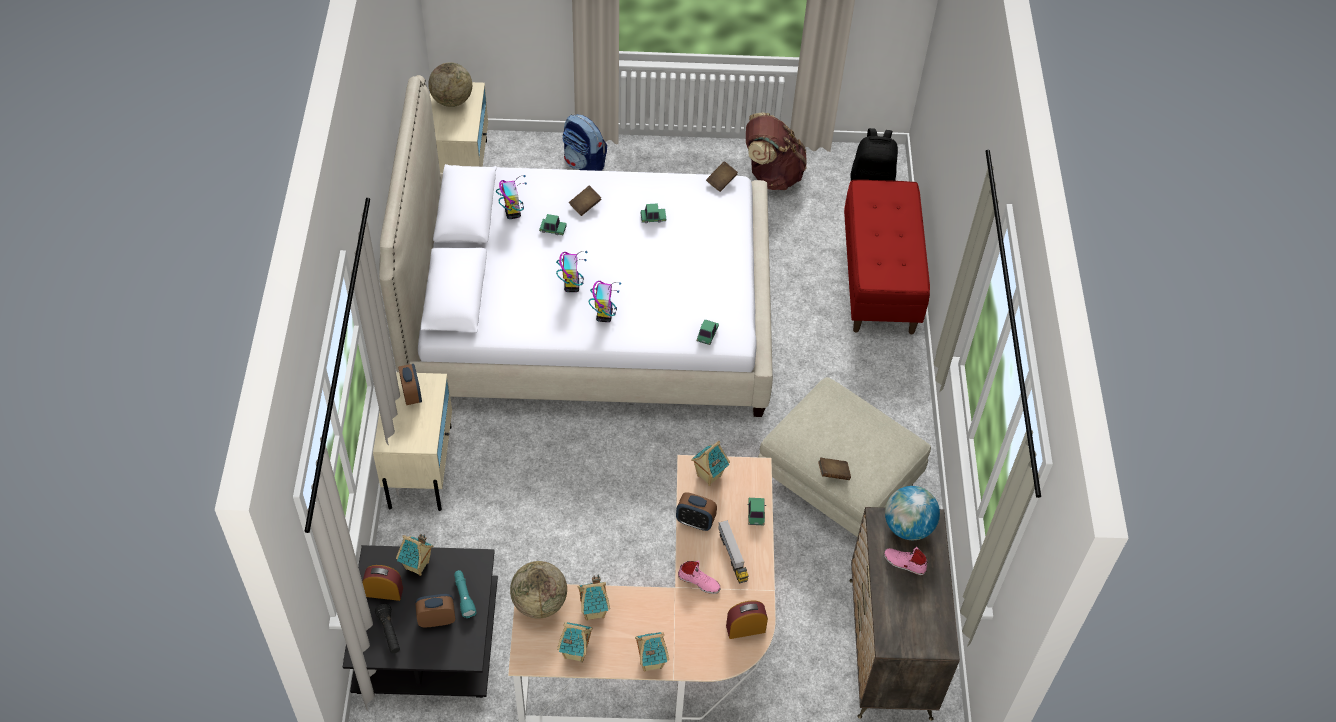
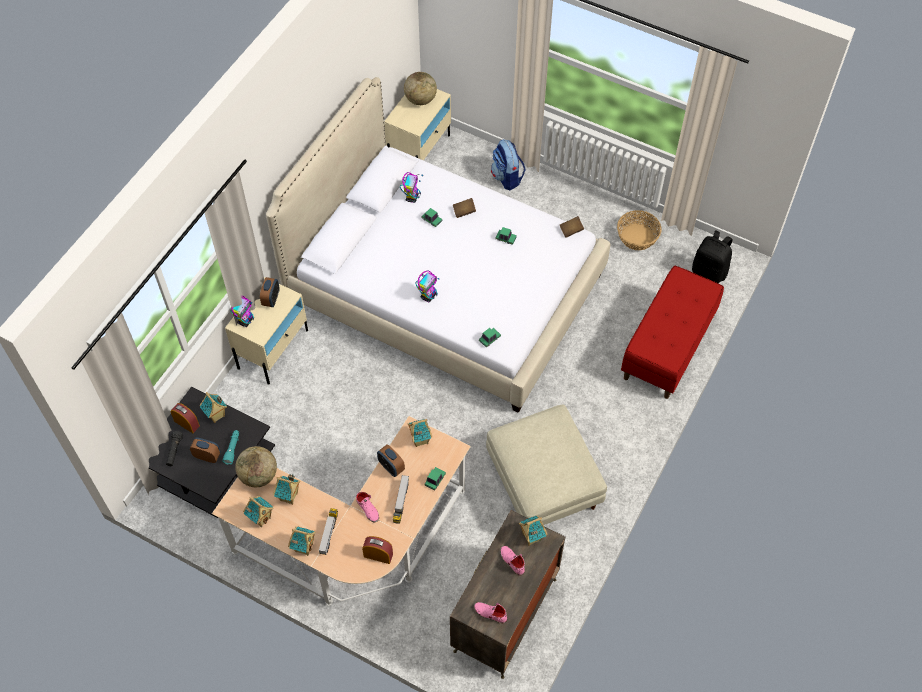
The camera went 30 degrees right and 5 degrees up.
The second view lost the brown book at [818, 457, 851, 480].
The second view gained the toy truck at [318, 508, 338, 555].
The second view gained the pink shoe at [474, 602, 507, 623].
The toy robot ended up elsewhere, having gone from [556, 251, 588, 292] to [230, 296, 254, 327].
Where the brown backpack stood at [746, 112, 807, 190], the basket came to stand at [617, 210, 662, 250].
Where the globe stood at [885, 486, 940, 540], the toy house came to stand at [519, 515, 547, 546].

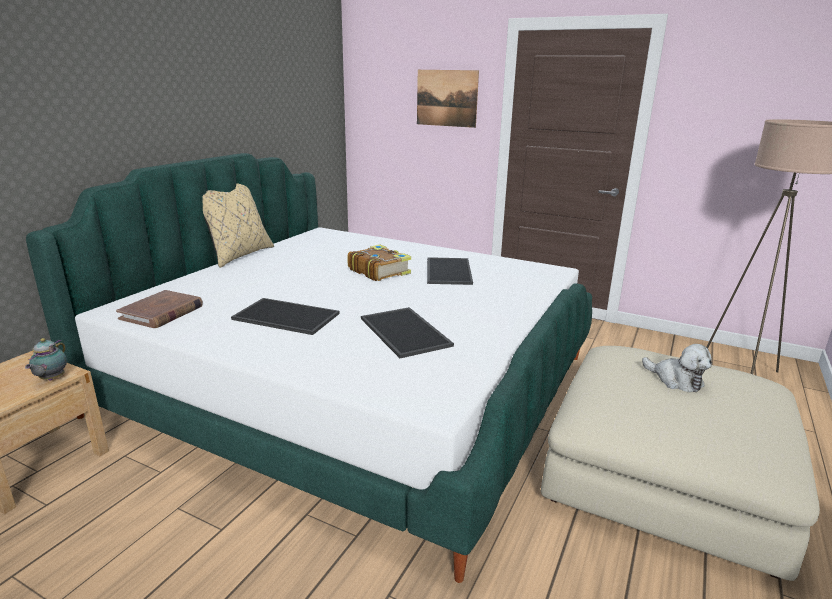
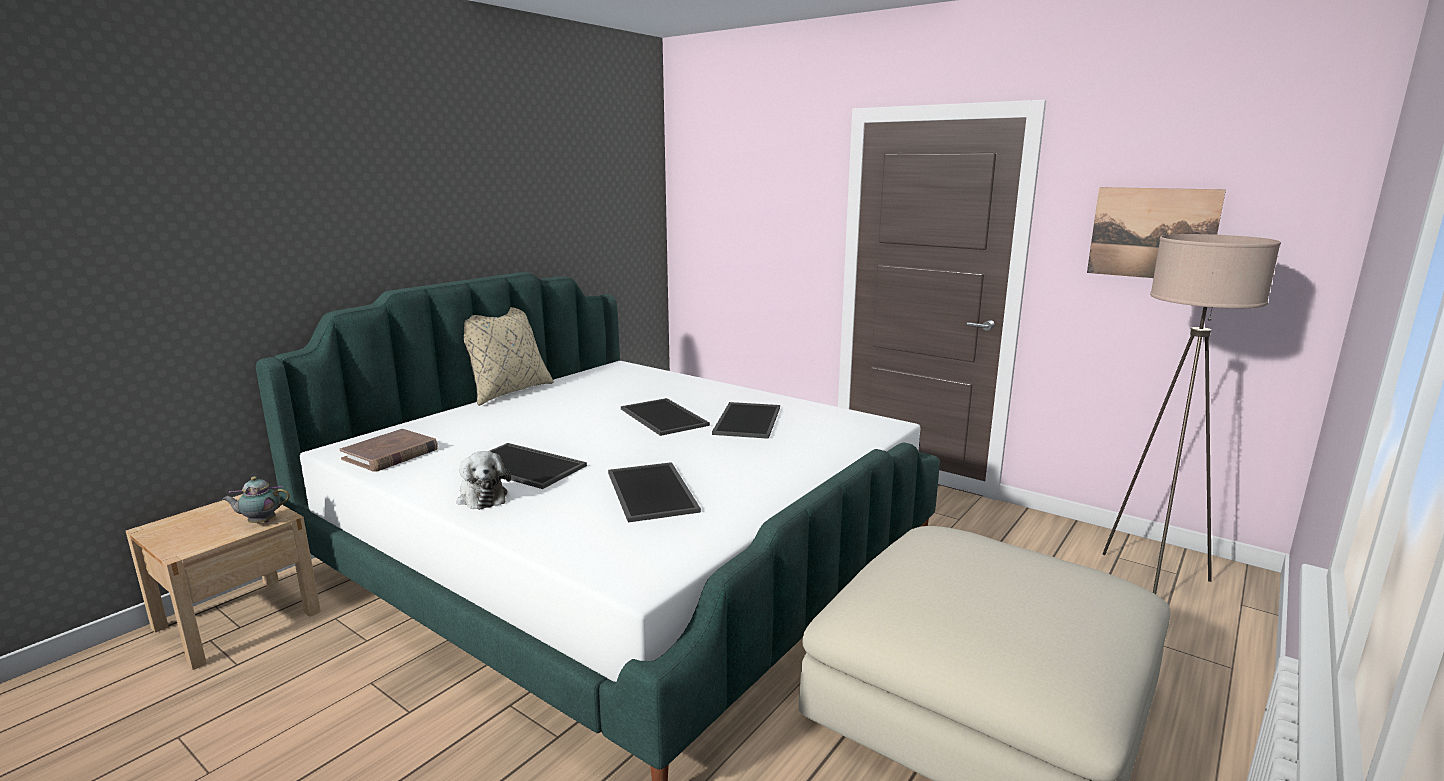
The camera went 10 degrees right and 5 degrees down.
The picture ended up elsewhere, having gone from [417, 70, 479, 128] to [1087, 187, 1226, 278].
The plush toy ended up elsewhere, having gone from [642, 344, 712, 392] to [456, 451, 511, 510].
Where the book stood at [347, 244, 411, 281], the tray came to stand at [621, 398, 710, 436].
The teapot at [25, 338, 67, 381] ended up facing another way, 60 degrees clockwise from before.

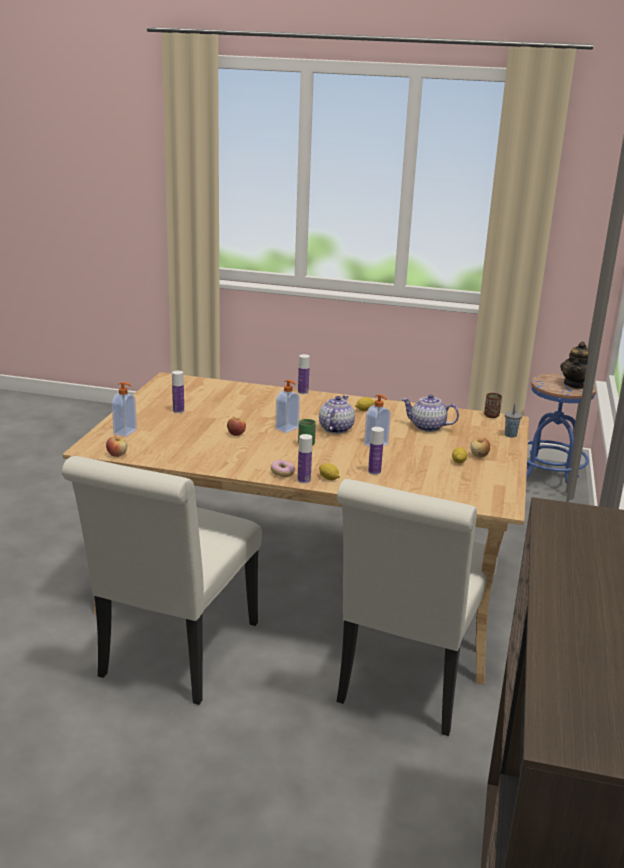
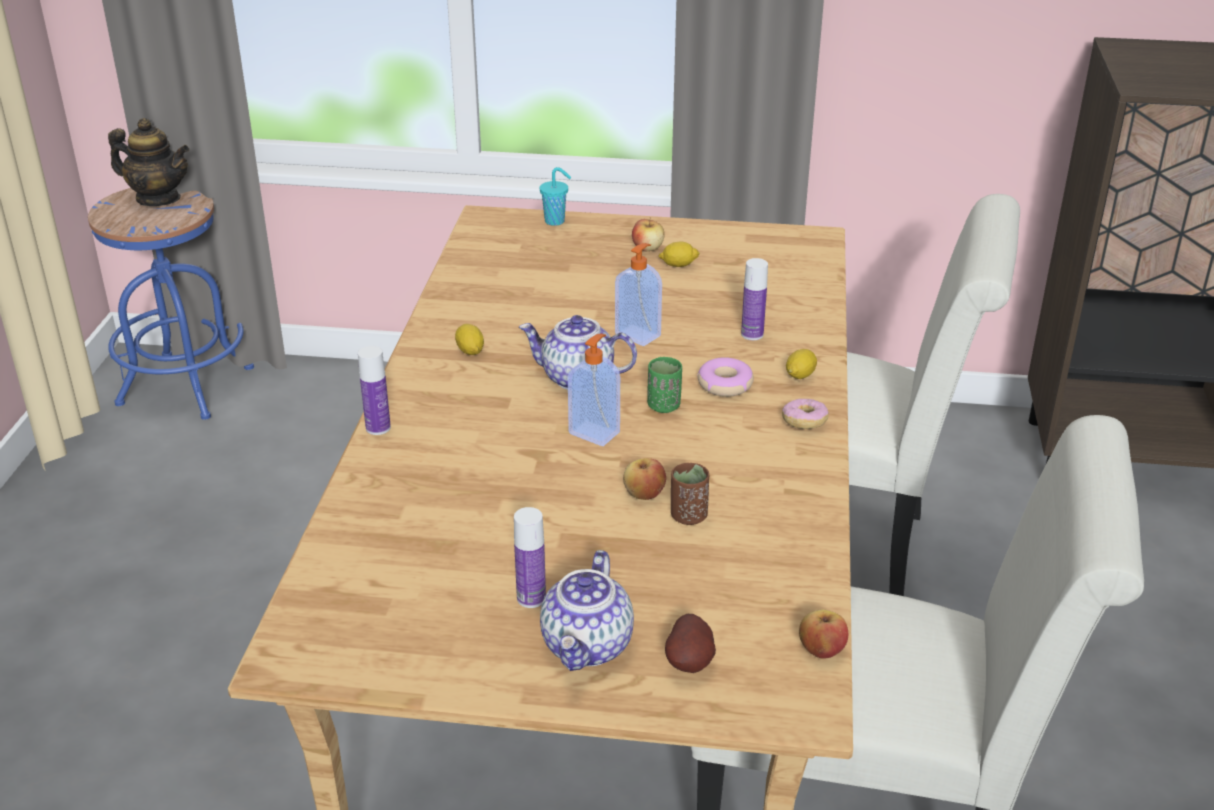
The camera went 95 degrees left and 10 degrees up.
The second view lost the bottle at [298, 434, 312, 484].
The second view gained the donut at [697, 357, 754, 397].
The teapot ended up elsewhere, having gone from [401, 394, 459, 432] to [540, 550, 634, 671].
The brown cup ended up elsewhere, having gone from [484, 393, 502, 418] to [671, 463, 709, 525].
Where the soap dispenser stood at [112, 382, 137, 437], the potato came to stand at [665, 614, 716, 673].
What was the grey cup at [505, 403, 522, 438] turned into the turquoise cup at [540, 167, 571, 226].

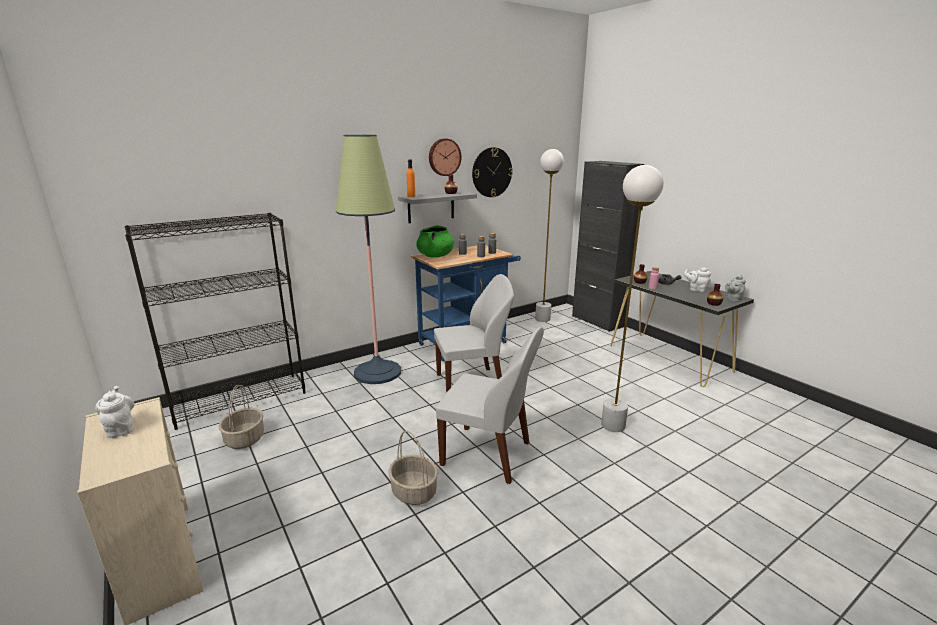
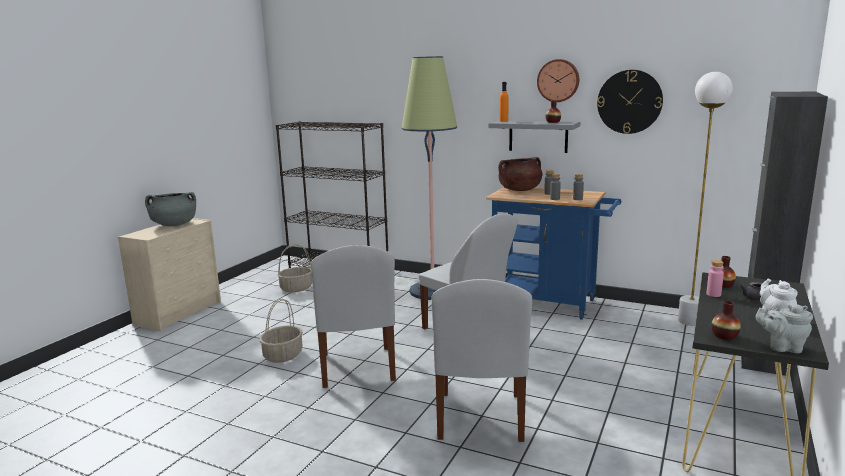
The camera went 60 degrees right and 5 degrees down.
Where the white teapot stood at [95, 386, 135, 438], the grey cooking pot came to stand at [145, 192, 196, 226].
Where the white floor lamp stood at [601, 165, 664, 432], the white chair came to stand at [431, 279, 532, 442].
What was the green cooking pot at [416, 225, 454, 257] turned into the brown cooking pot at [498, 157, 542, 191].

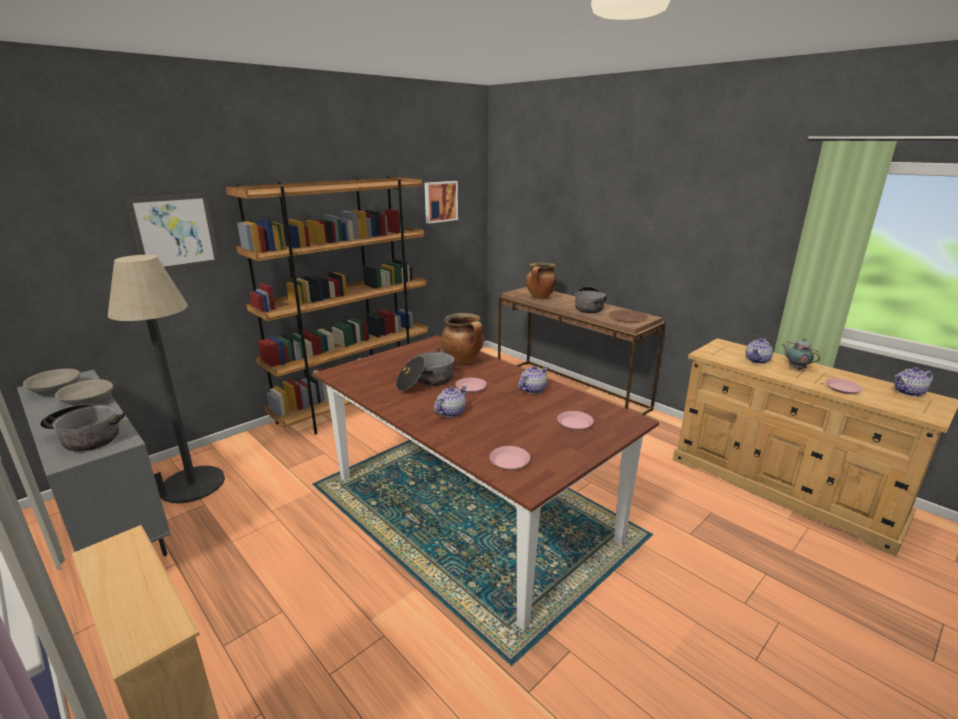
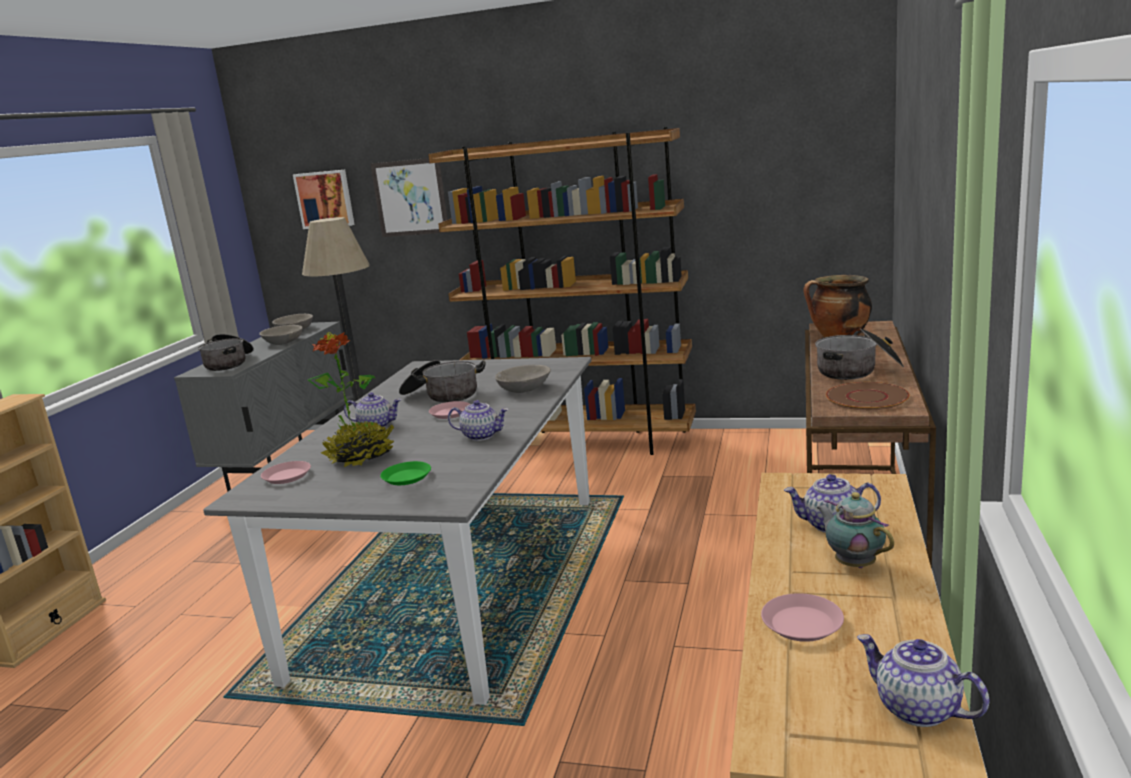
The camera went 60 degrees right and 5 degrees down.
The second view gained the potted plant at [308, 332, 394, 467].
The picture ended up elsewhere, having gone from [424, 181, 458, 224] to [293, 170, 355, 229].
Where the cooking pot stood at [441, 313, 484, 364], the grey bowl came to stand at [495, 365, 551, 393].
What was the brown dining table at [314, 335, 659, 631] turned into the grey dining table at [203, 357, 592, 705].
What was the pink plate at [557, 411, 594, 430] turned into the green plate at [380, 461, 431, 485].
The teapot at [782, 338, 820, 370] ended up facing another way, 60 degrees counterclockwise from before.

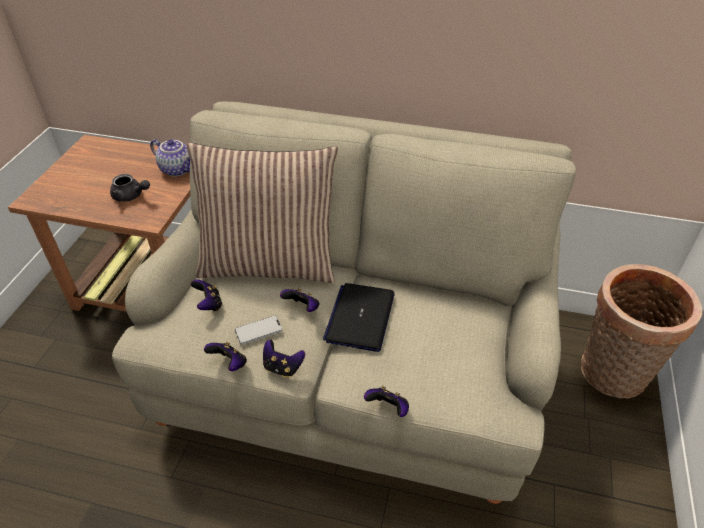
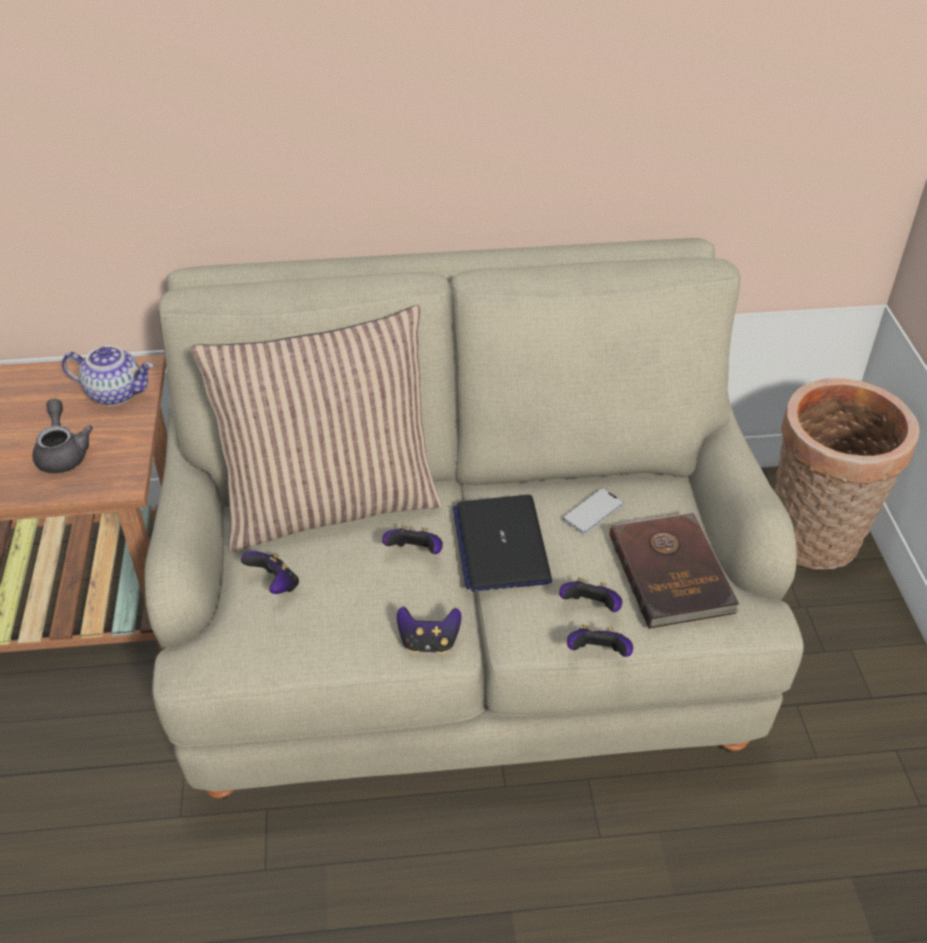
The camera went 20 degrees left and 0 degrees up.
The second view gained the brown book at [610, 512, 740, 629].
The game controller ended up elsewhere, having gone from [204, 342, 247, 371] to [559, 578, 622, 612].
The phone ended up elsewhere, having gone from [235, 315, 282, 345] to [563, 488, 624, 534].
The grey teapot at [110, 174, 150, 202] ended up facing another way, 105 degrees counterclockwise from before.

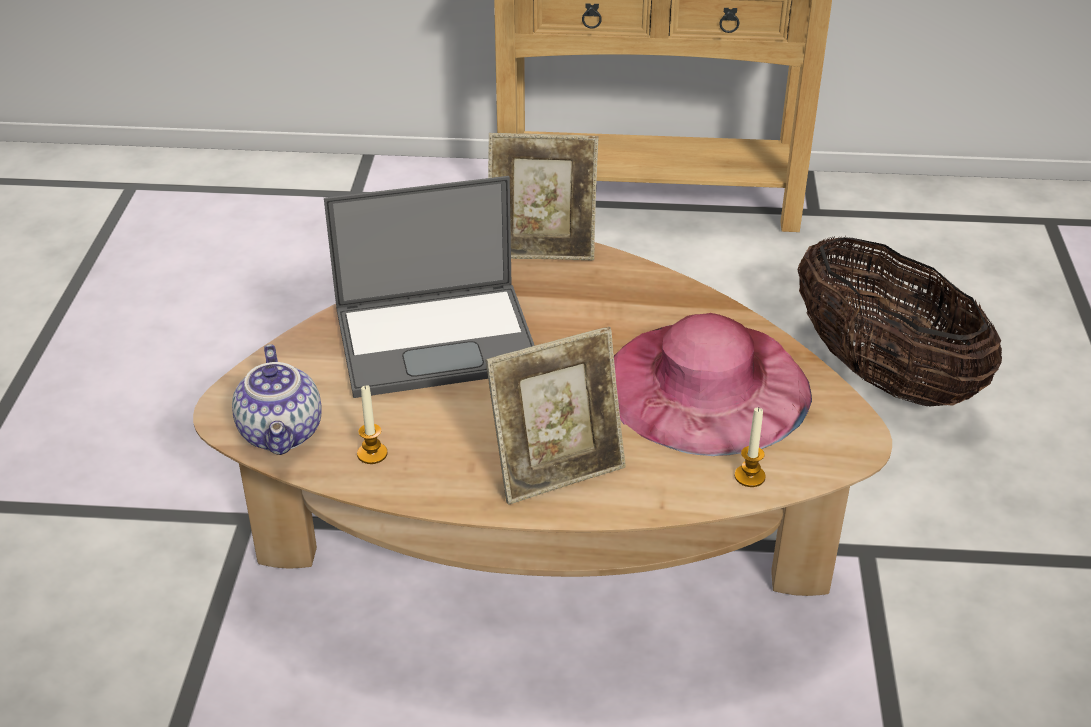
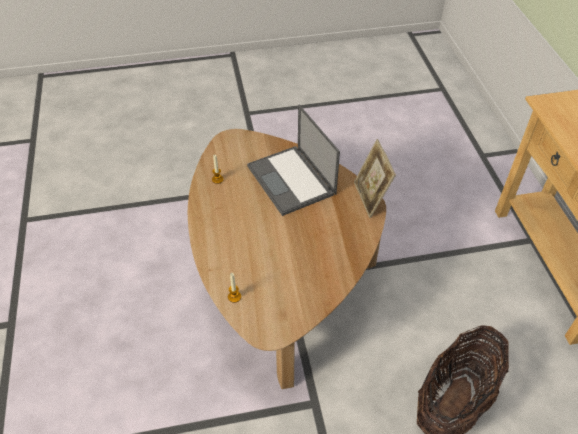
The camera went 75 degrees right and 10 degrees up.
The second view lost the teapot at [232, 344, 322, 455].
The second view lost the picture frame at [486, 326, 626, 505].
The second view lost the pink hat at [614, 313, 812, 456].

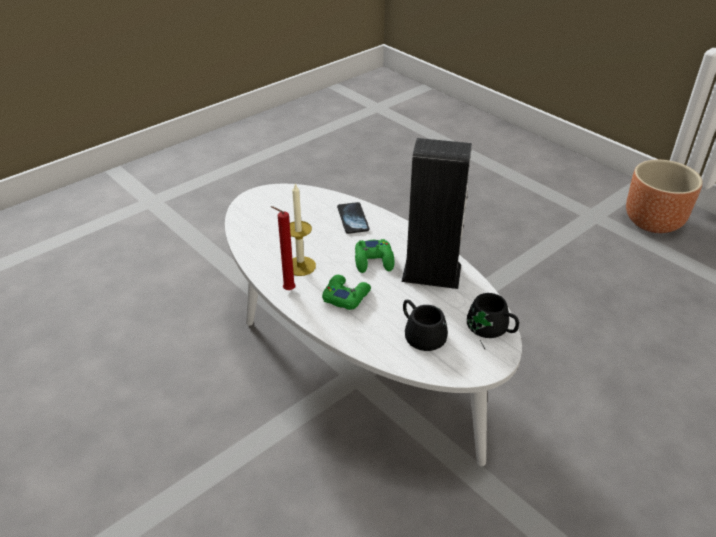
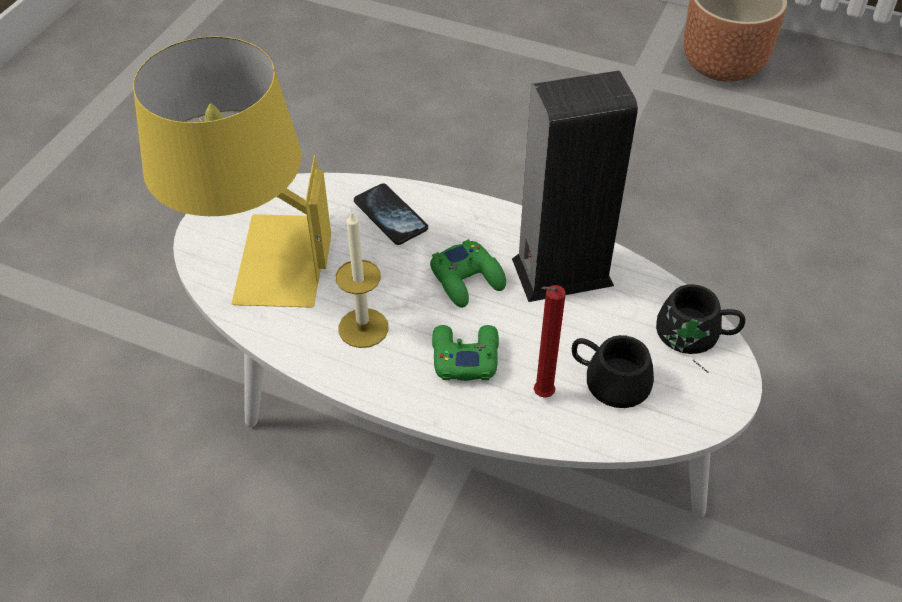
The camera went 25 degrees left and 10 degrees up.
The second view gained the yellow table lamp at [133, 37, 331, 308].
The red candle ended up elsewhere, having gone from [271, 206, 296, 290] to [534, 285, 566, 398].

